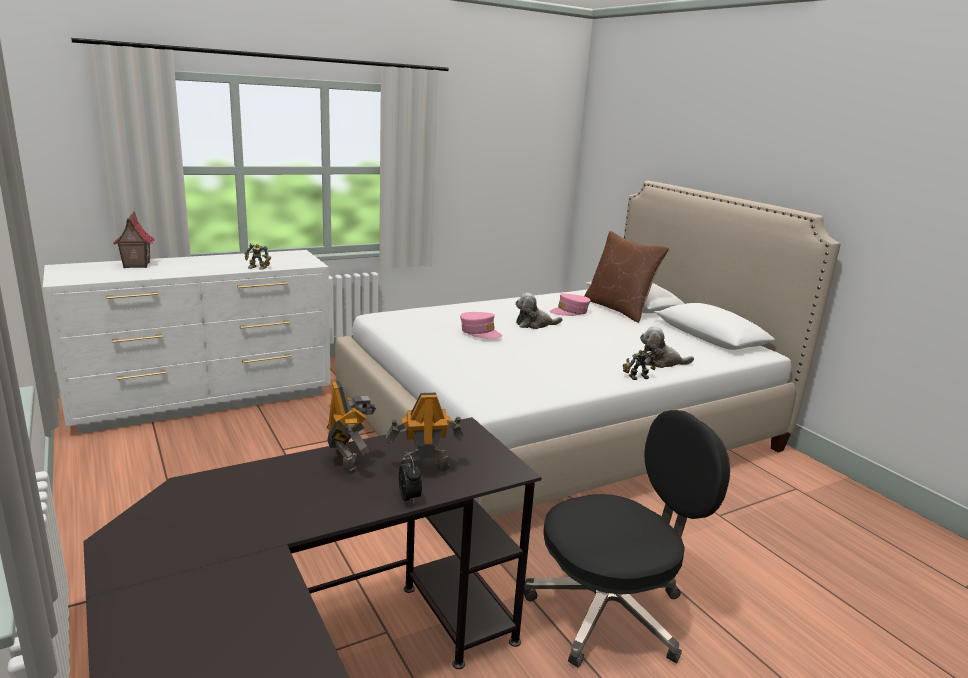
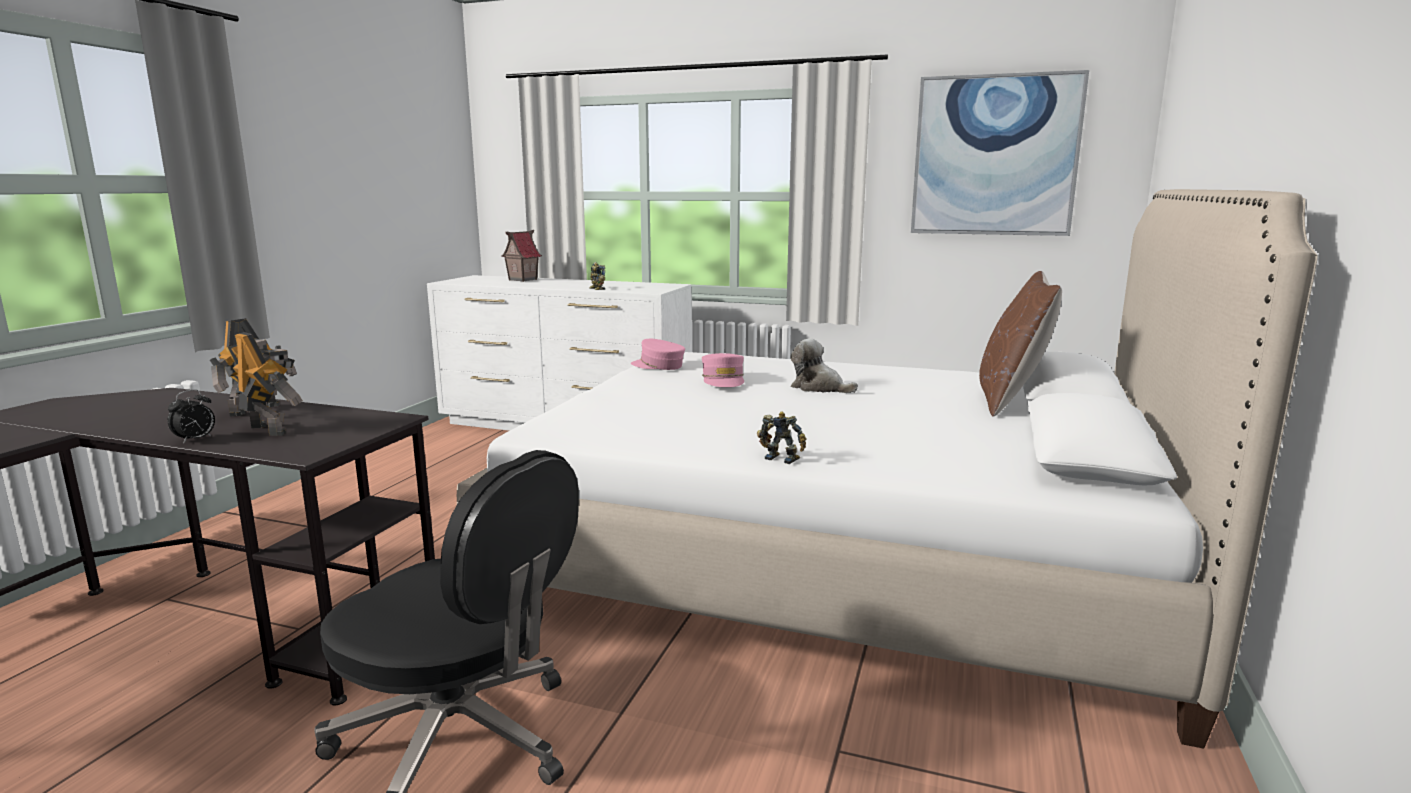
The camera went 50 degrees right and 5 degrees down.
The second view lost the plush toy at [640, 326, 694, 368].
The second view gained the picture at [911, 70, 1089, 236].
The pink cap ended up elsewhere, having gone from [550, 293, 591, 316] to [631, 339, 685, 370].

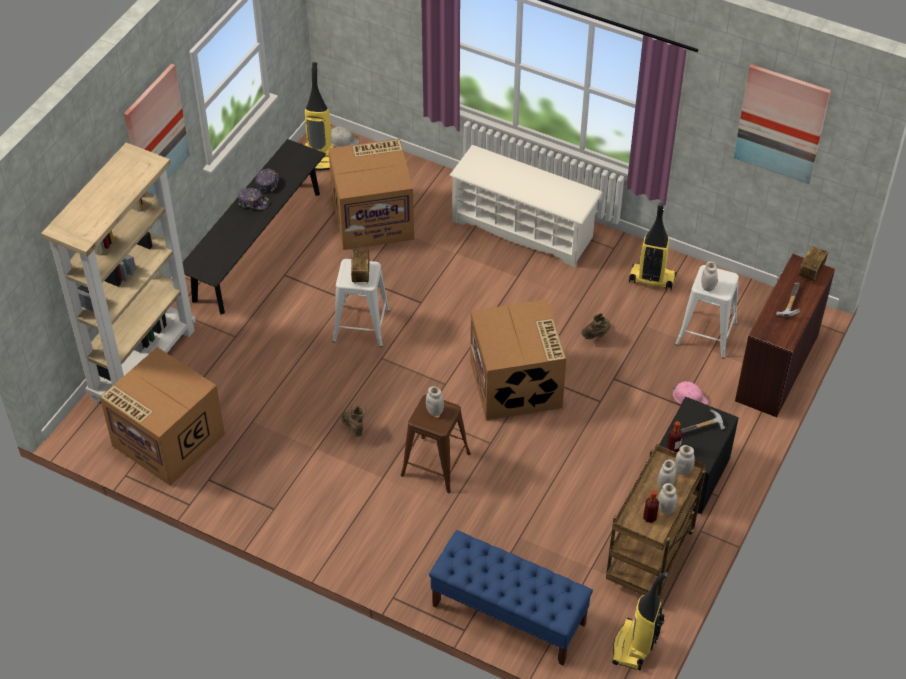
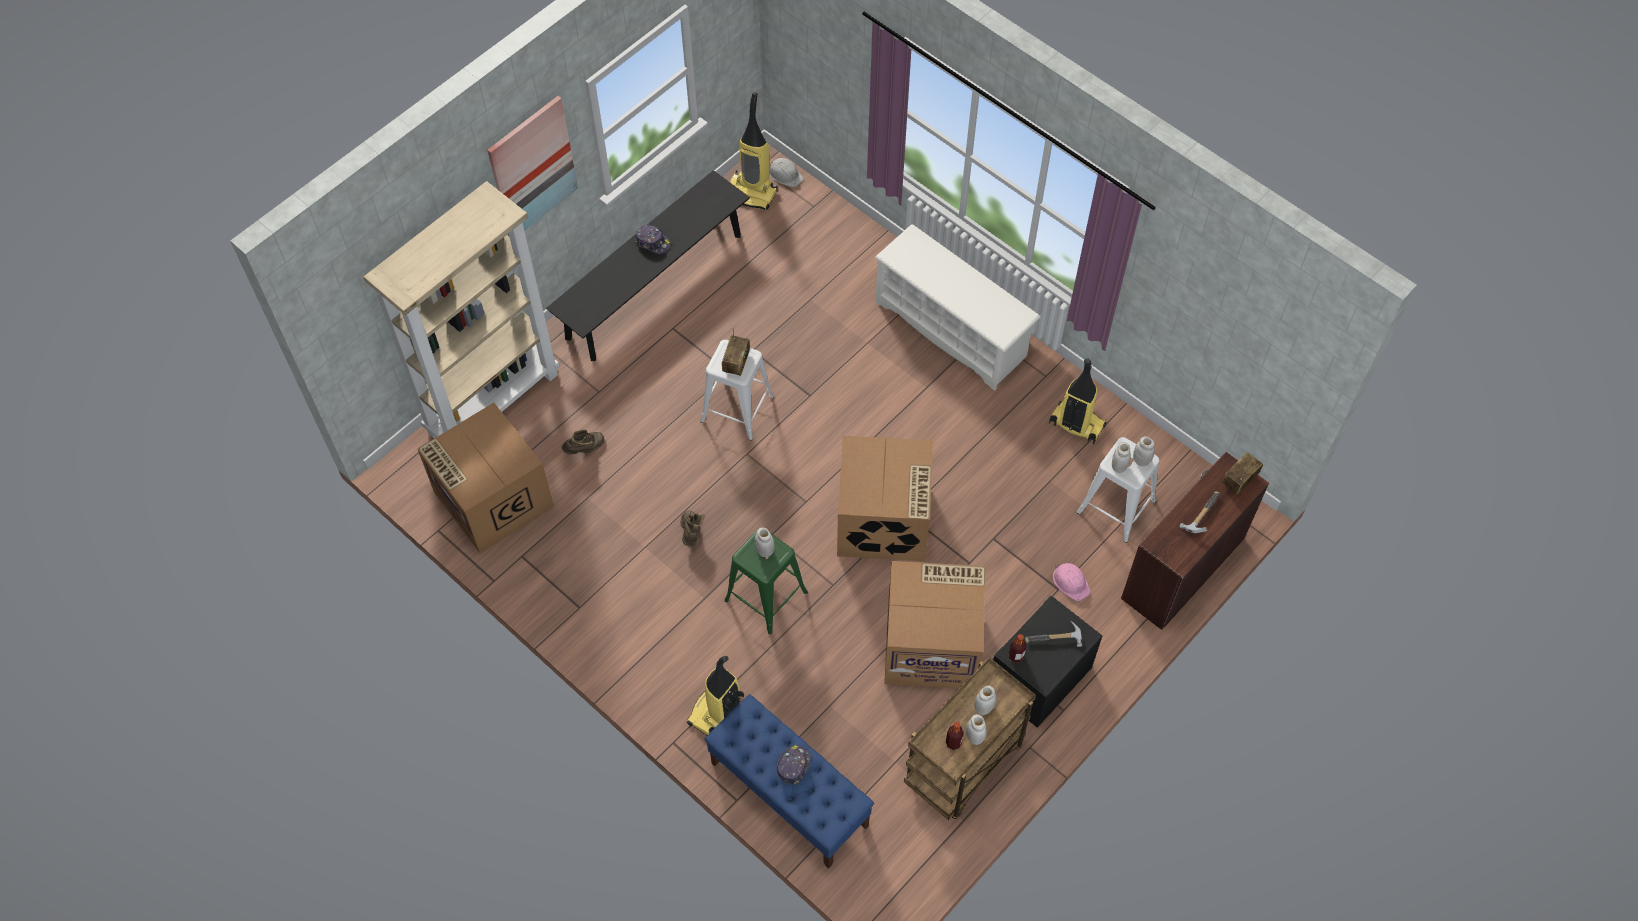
The camera went 15 degrees right and 10 degrees up.
The second view lost the picture at [734, 64, 831, 184].
The cap ended up elsewhere, having gone from [255, 168, 279, 193] to [777, 745, 811, 786].
The cardboard box ended up elsewhere, having gone from [328, 139, 414, 250] to [884, 561, 985, 689].
The brown boot ended up elsewhere, having gone from [581, 313, 610, 339] to [562, 429, 605, 454].
The vacuum cleaner ended up elsewhere, having gone from [612, 571, 668, 670] to [687, 656, 744, 735].
The white jar ended up elsewhere, having gone from [675, 445, 695, 475] to [1133, 436, 1155, 466].
What was the brown stool at [401, 395, 471, 493] turned into the green stool at [725, 529, 808, 635].

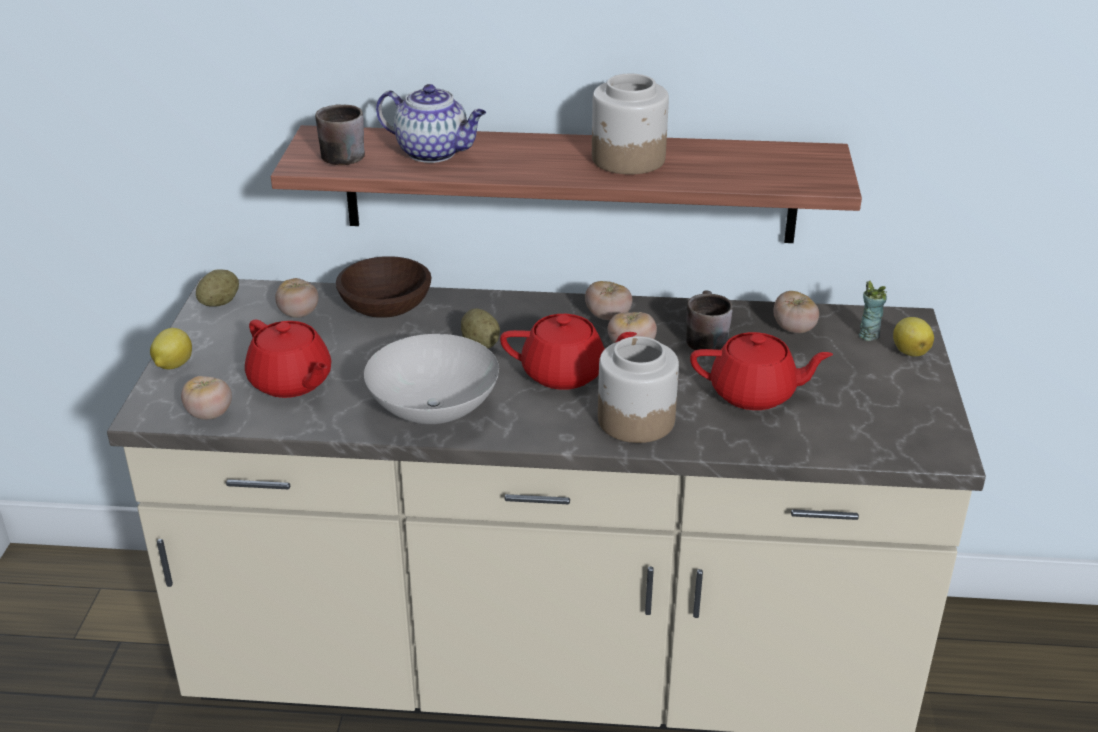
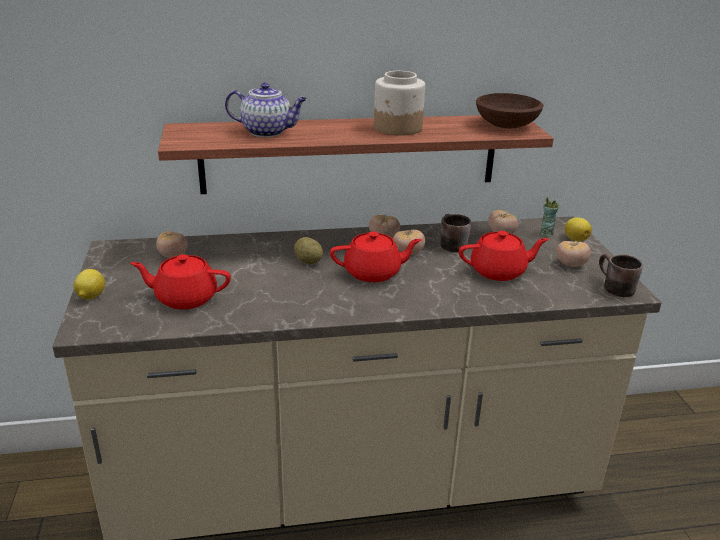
The camera went 15 degrees left and 5 degrees down.
The second view lost the potato at [196, 269, 239, 307].
The second view lost the white bowl at [364, 334, 499, 424].
The second view lost the jar at [598, 336, 679, 443].
The tomato ended up elsewhere, having gone from [181, 376, 232, 420] to [556, 241, 591, 267].
The brown mug ended up elsewhere, having gone from [315, 104, 365, 165] to [599, 254, 643, 297].
The brown bowl ended up elsewhere, having gone from [336, 256, 432, 318] to [476, 93, 544, 129].
The red teapot at [245, 319, 331, 398] ended up facing another way, 150 degrees clockwise from before.

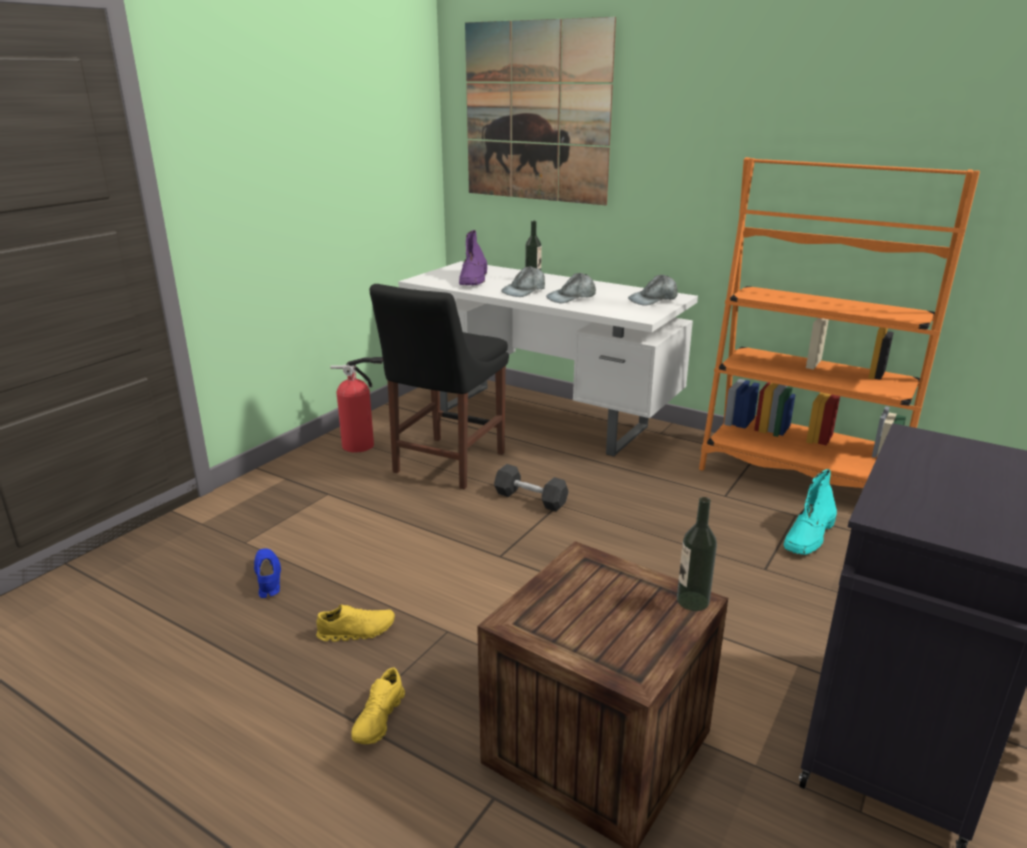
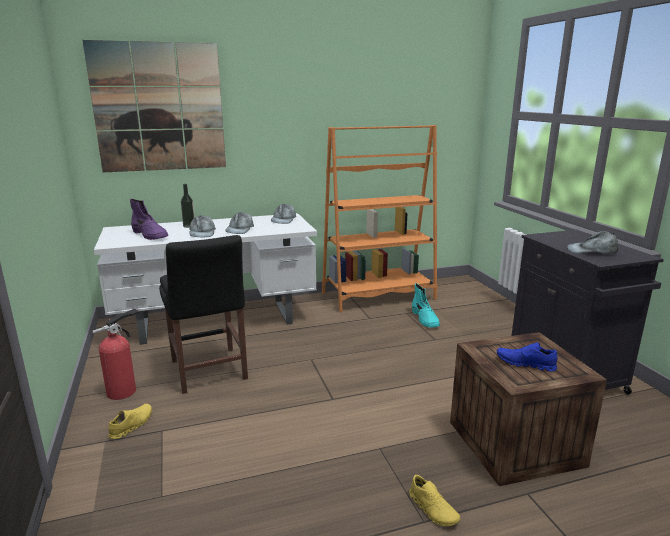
The camera went 50 degrees left and 5 degrees down.
The second view lost the grey dumbbell at [494, 464, 568, 511].
The second view lost the bottle at [677, 497, 717, 611].
The second view gained the grey cap at [567, 231, 619, 254].
The blue shoe ended up elsewhere, having gone from [254, 548, 281, 598] to [497, 342, 557, 372].
The yellow shoe ended up elsewhere, having gone from [316, 605, 395, 642] to [108, 404, 152, 439].

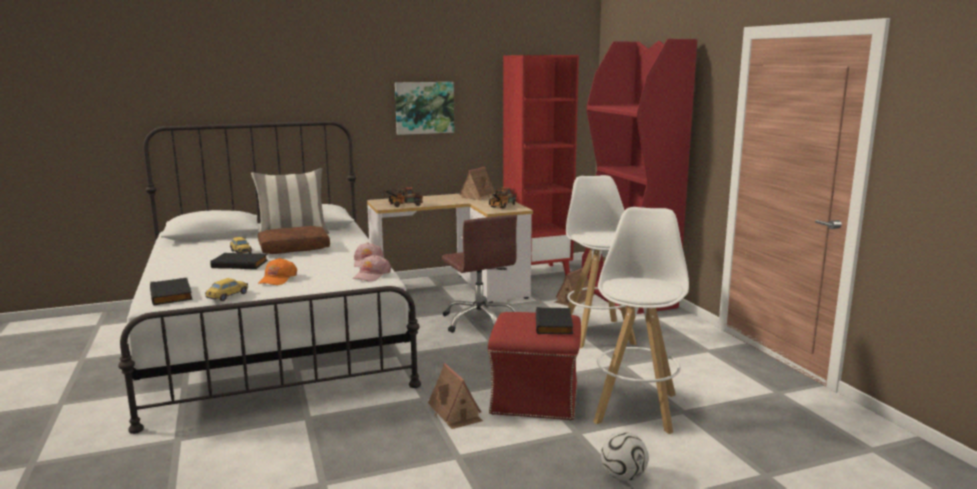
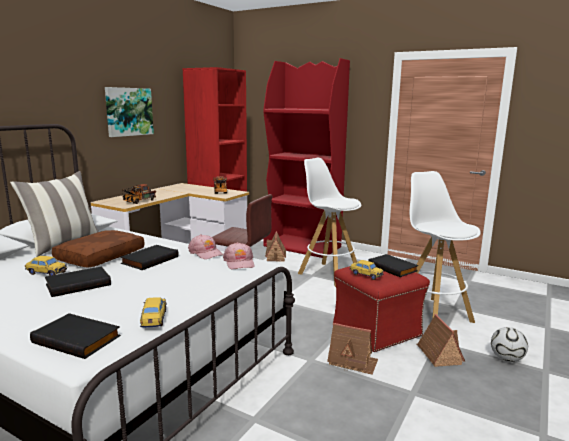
The camera went 40 degrees left and 0 degrees up.
The second view lost the orange cap at [258, 258, 297, 285].
The second view gained the black book at [120, 245, 179, 270].
The second view gained the toy car at [350, 260, 384, 280].
The toy house ended up elsewhere, having gone from [459, 167, 495, 200] to [417, 314, 465, 367].

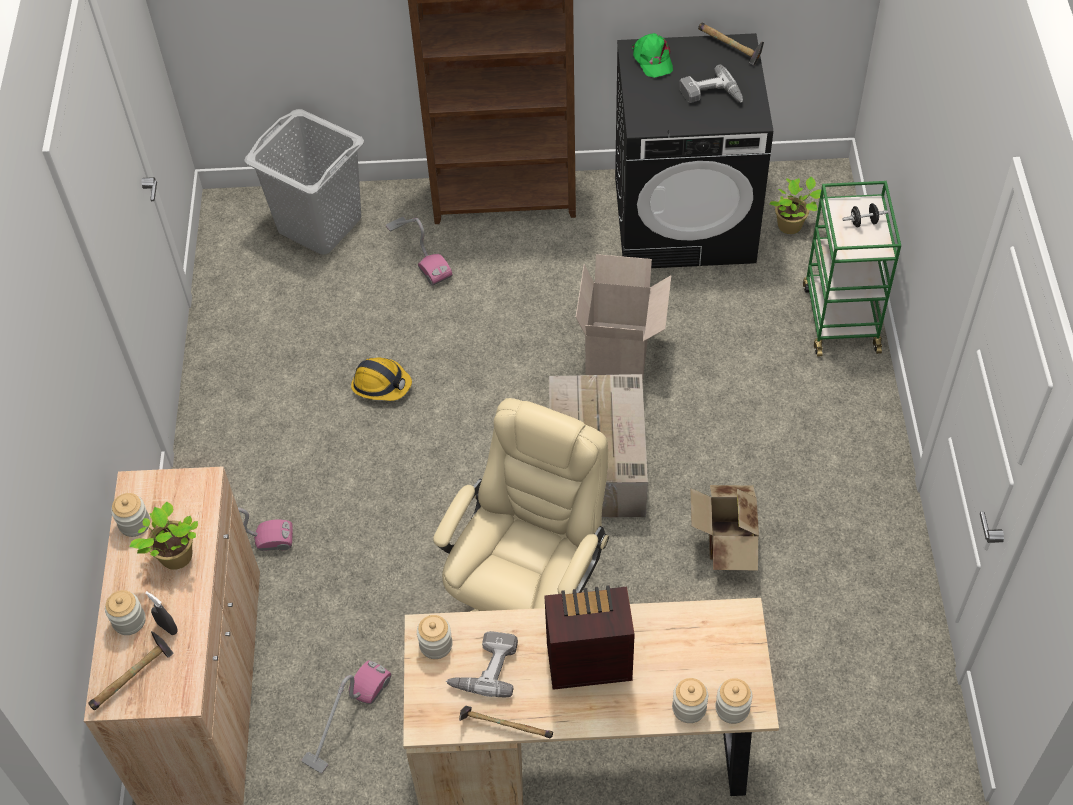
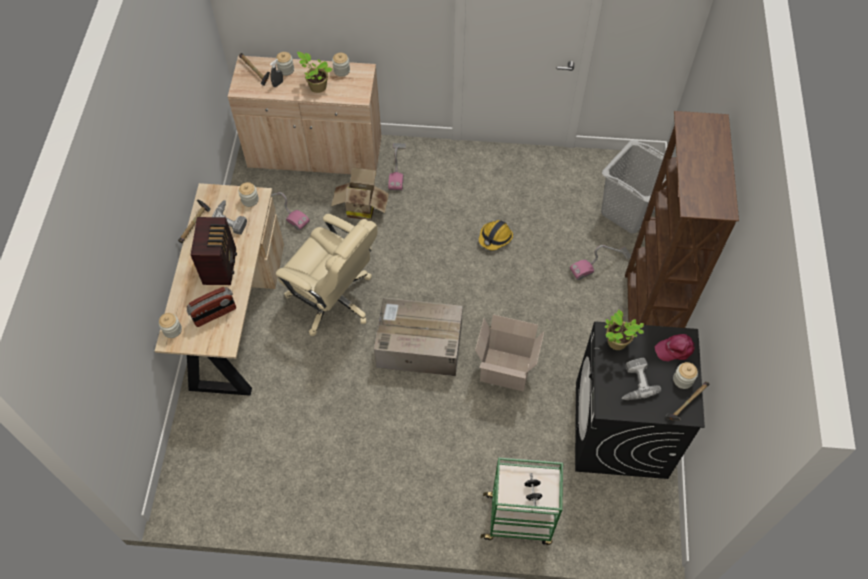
The camera went 95 degrees right and 5 degrees up.
The second view gained the radio at [186, 287, 236, 327].
The jar ended up elsewhere, having gone from [672, 678, 708, 723] to [673, 362, 698, 389].
The cardboard box ended up elsewhere, having gone from [690, 485, 759, 570] to [331, 167, 389, 220].
The potted plant ended up elsewhere, having gone from [769, 177, 824, 234] to [605, 310, 644, 350].
What was the green cap at [632, 33, 673, 78] turned into the pink cap at [655, 334, 695, 361].

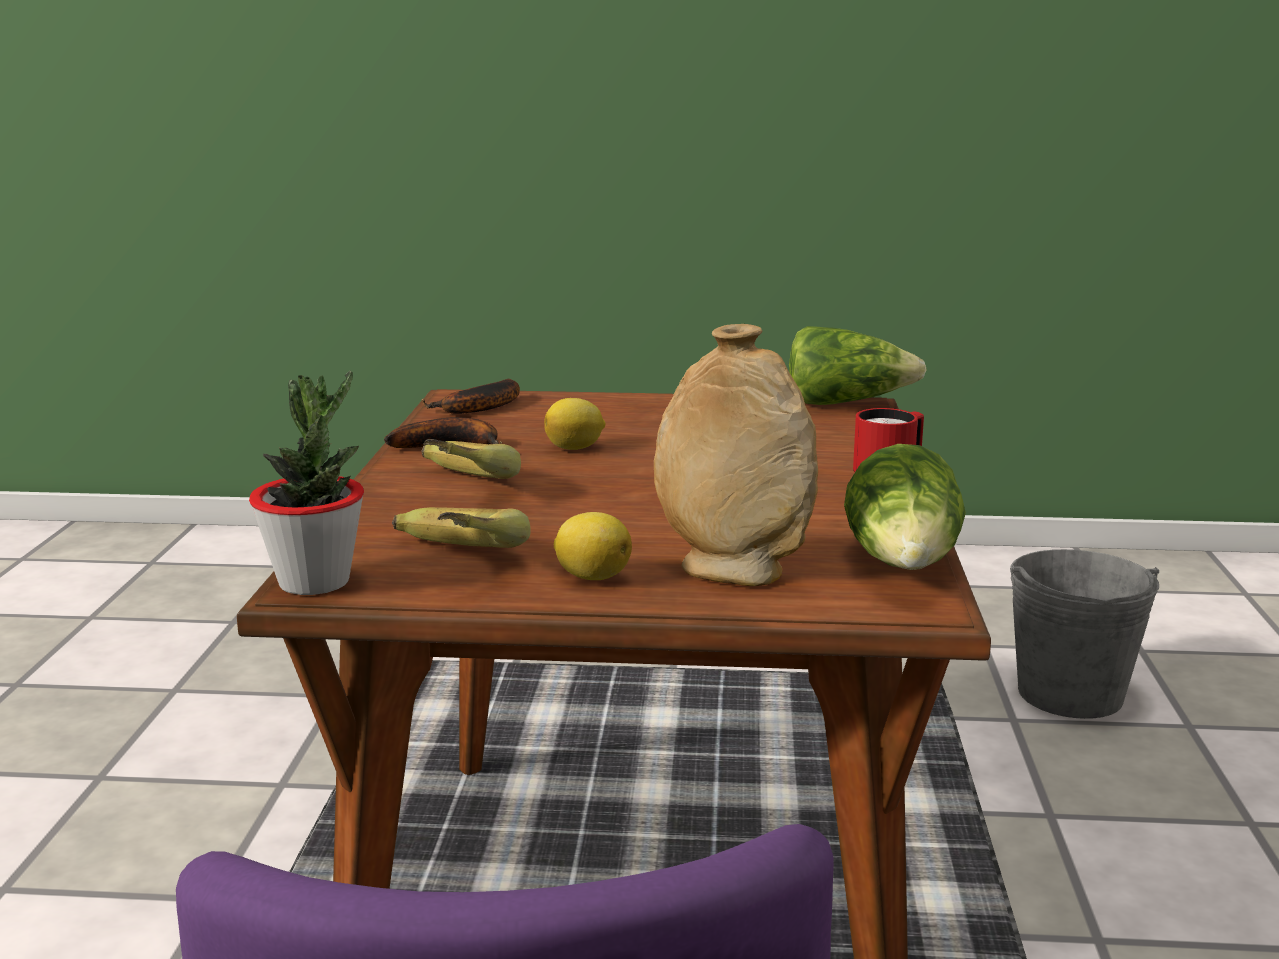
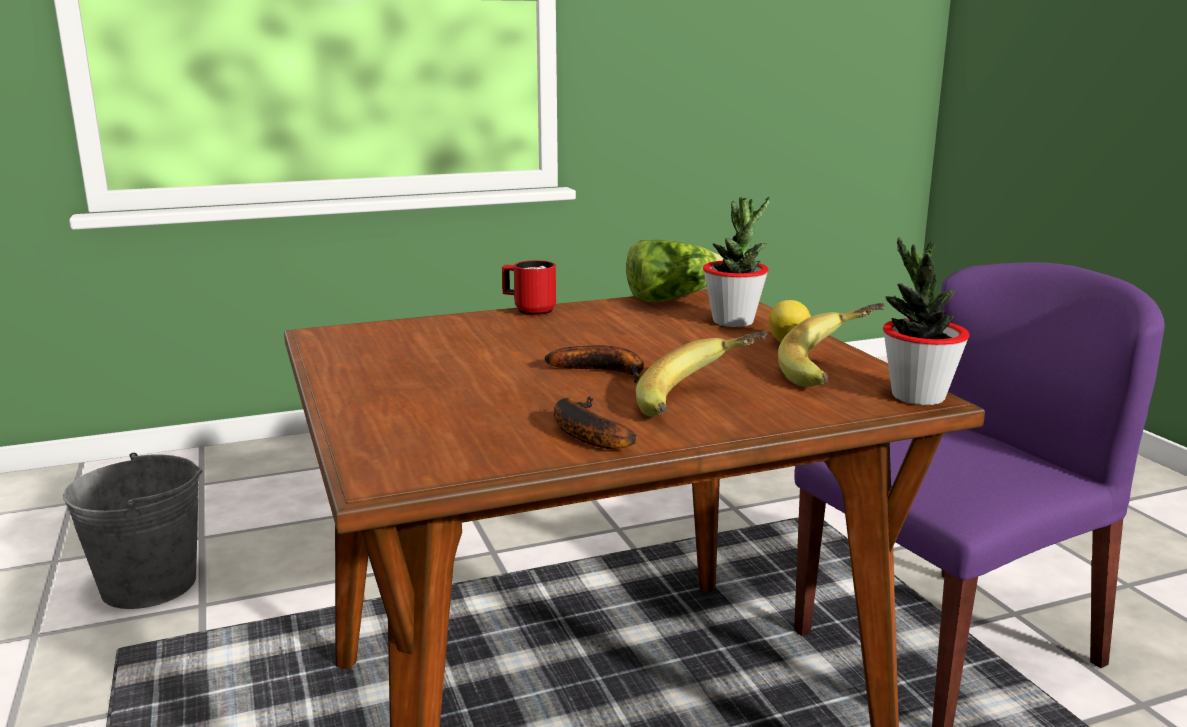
The camera went 115 degrees left and 0 degrees up.
The second view lost the lemon at [544, 398, 606, 450].
The second view lost the lettuce at [789, 326, 927, 405].
The banana ended up elsewhere, having gone from [421, 379, 520, 414] to [545, 345, 644, 383].
Where the beige vase stood at [654, 324, 818, 586], the potted plant came to stand at [703, 197, 770, 327].

